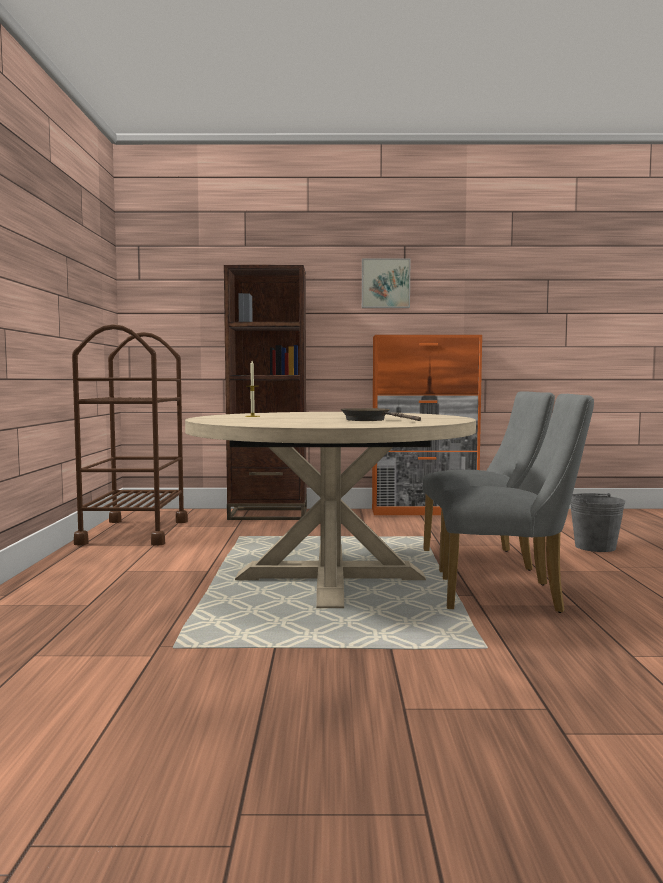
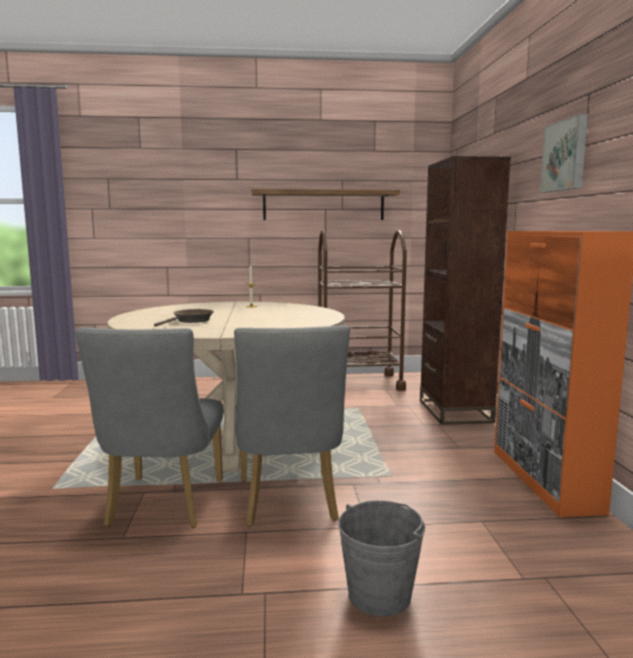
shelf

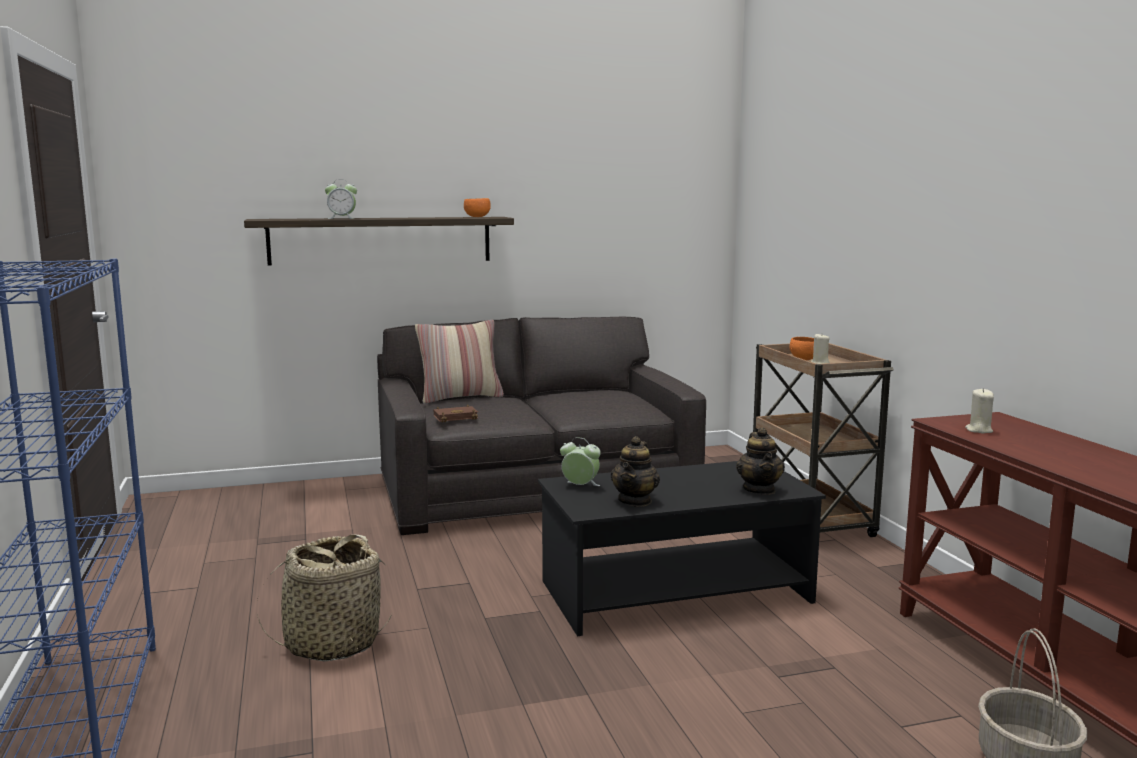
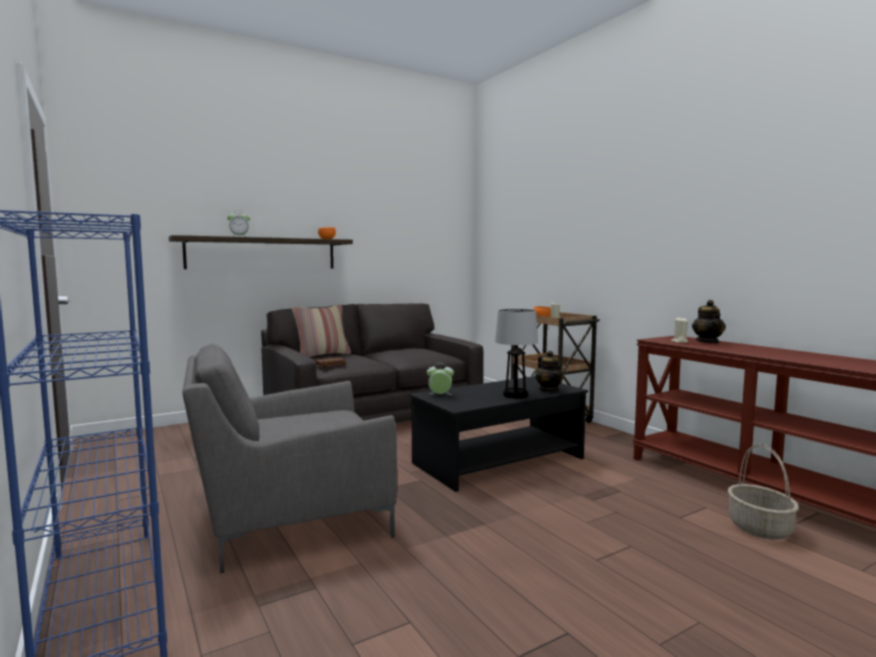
lounge chair in grey
table lamp
tea pot (2nd from left)

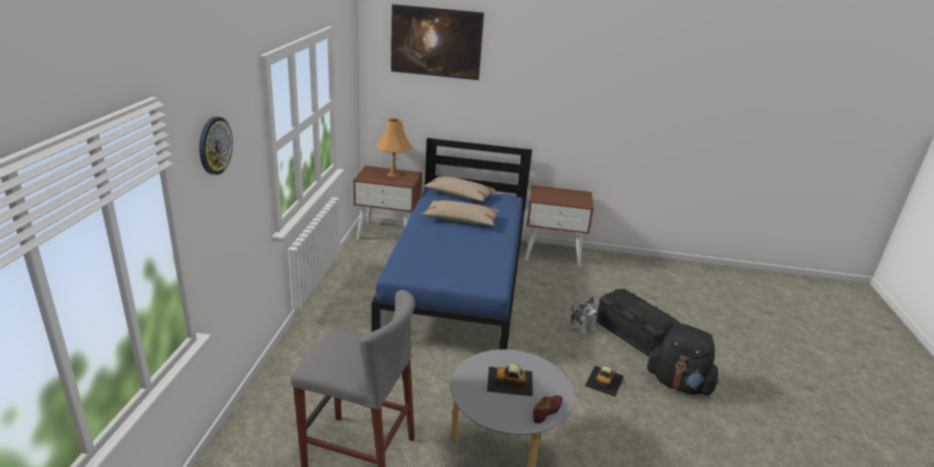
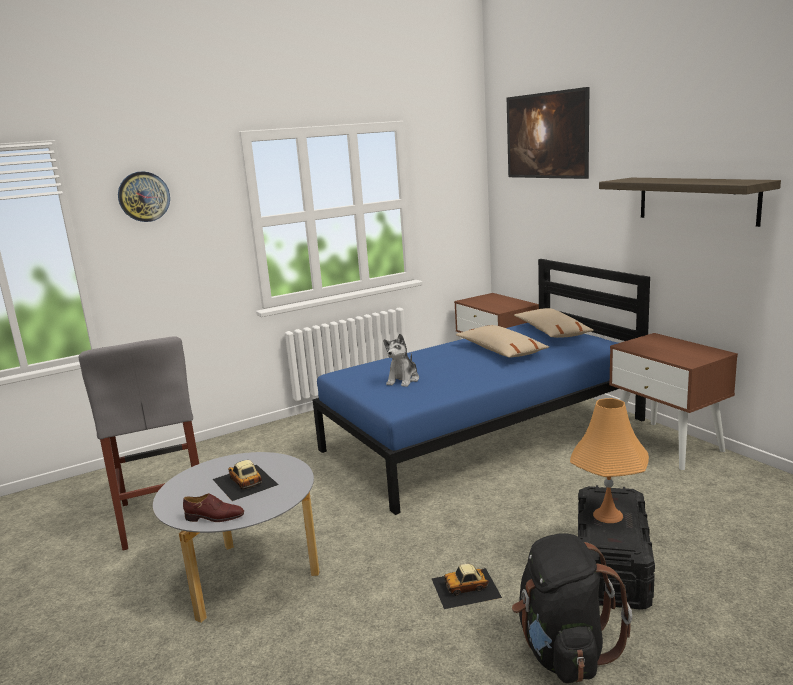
cuddly toy
table lamp in orangey
shelf

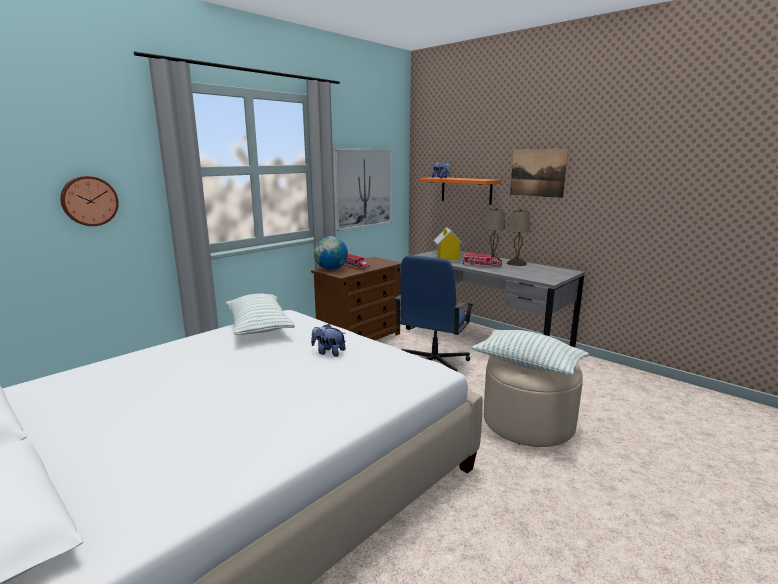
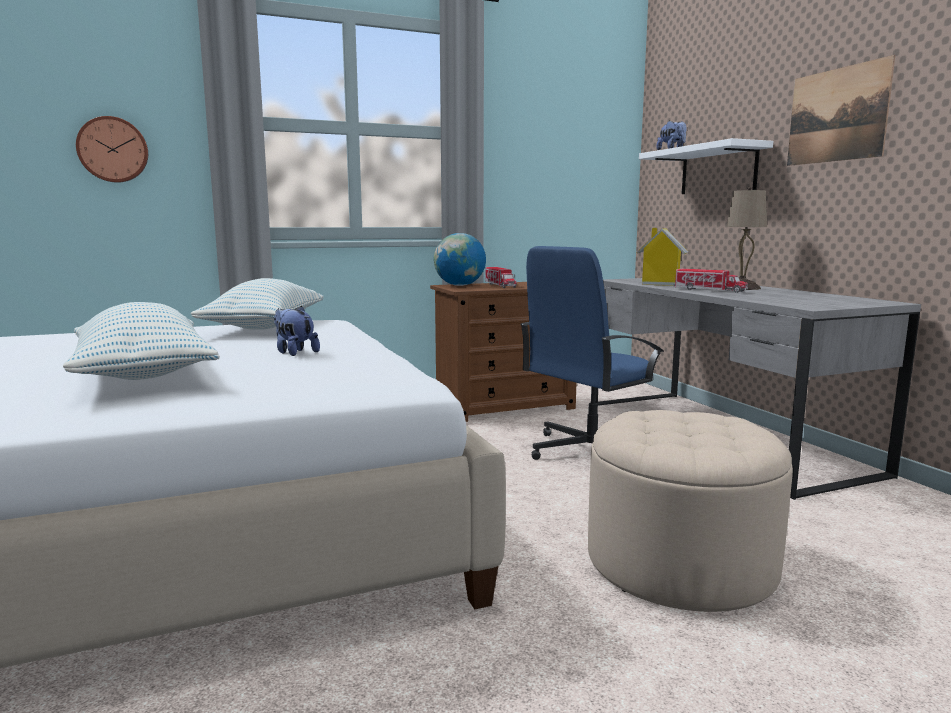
cushion (1st from left)
shelf in white-coloured
wall art (1st from left in the first image)
table lamp in sand-coloured (2nd from left in the first image)

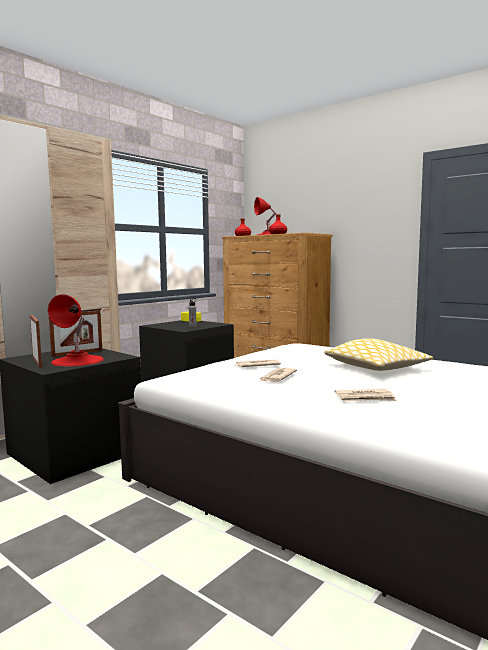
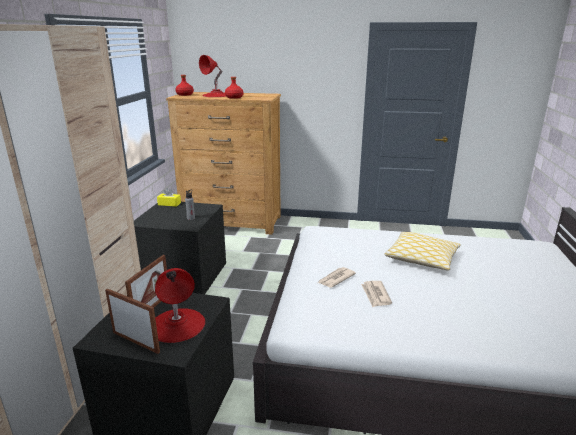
newspaper (3rd from left in the first image)

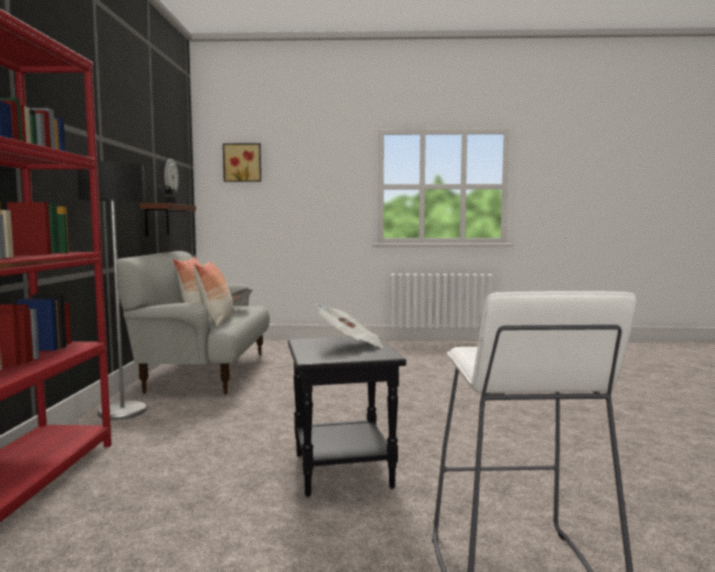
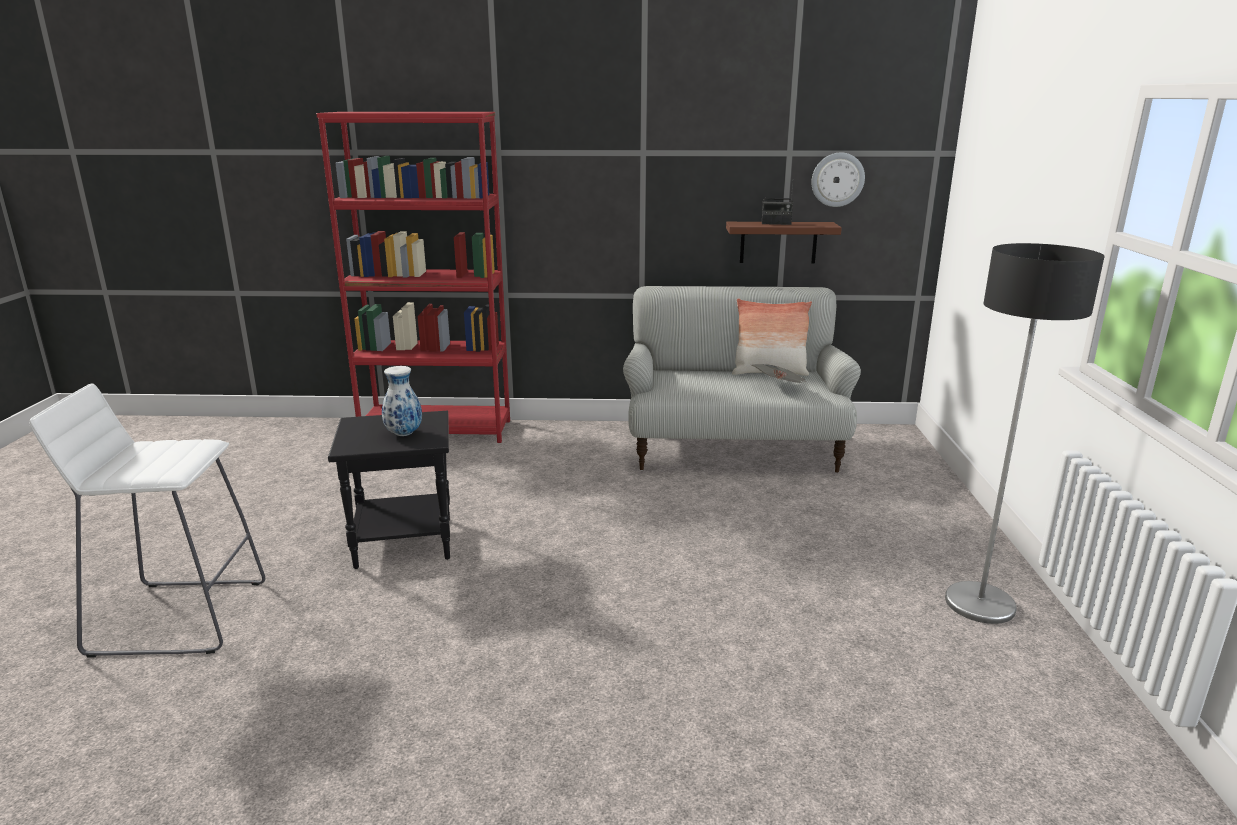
decorative vase
floor lamp
cushion (2nd from left in the first image)
wall art

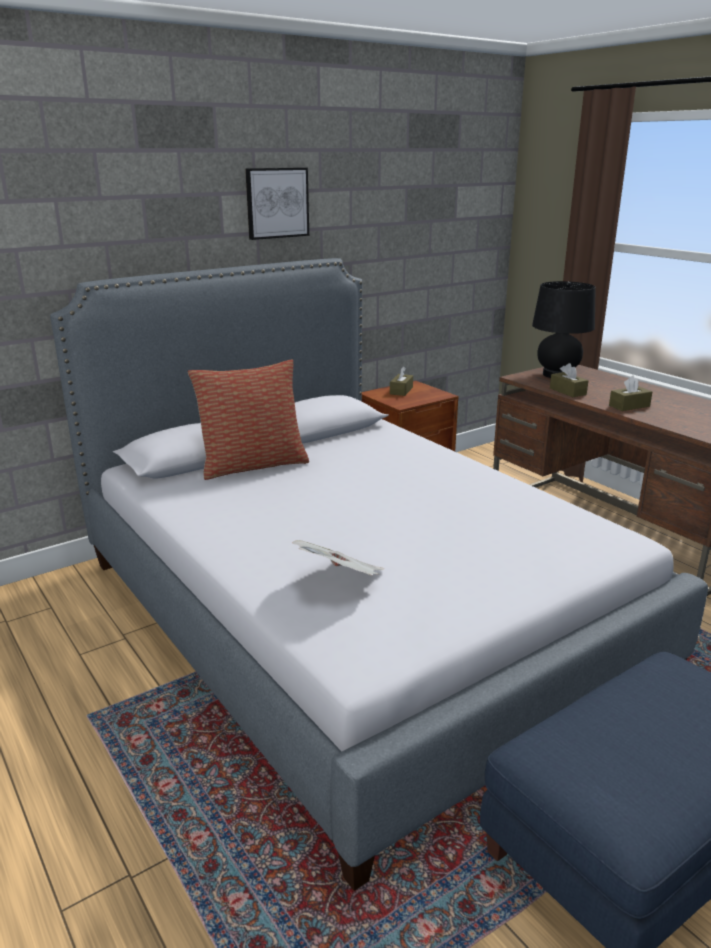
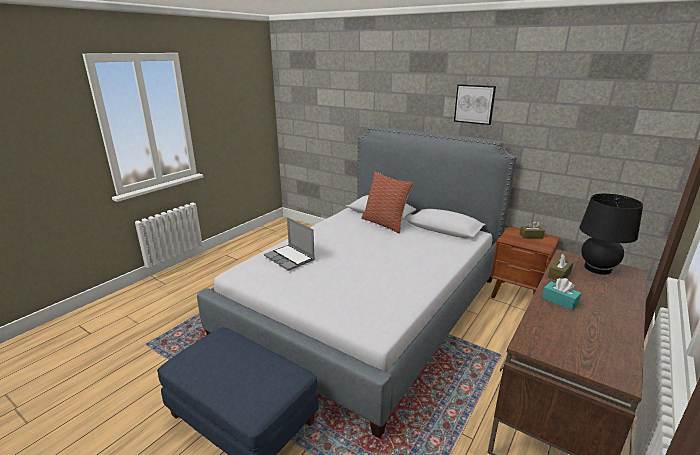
laptop
box of tissues in turquoise-coloured

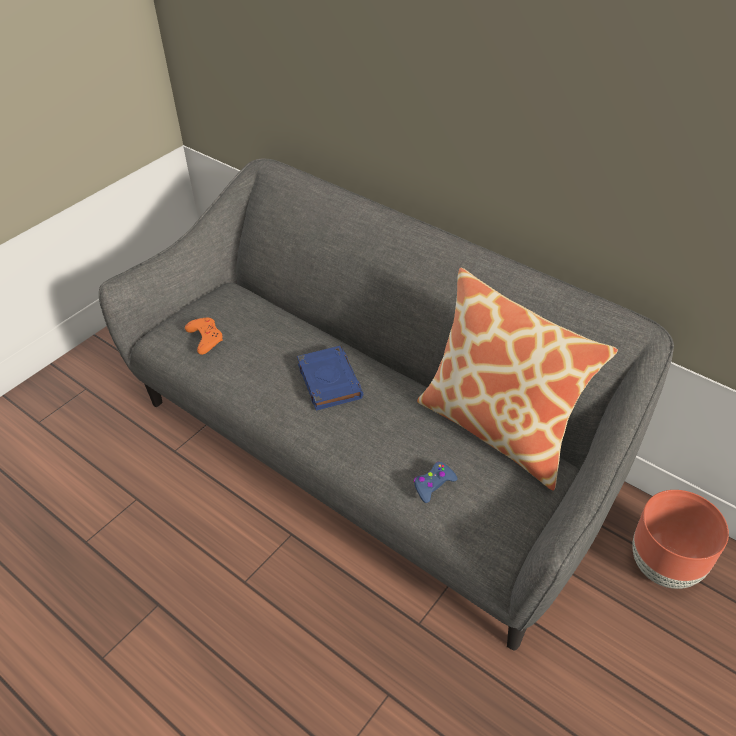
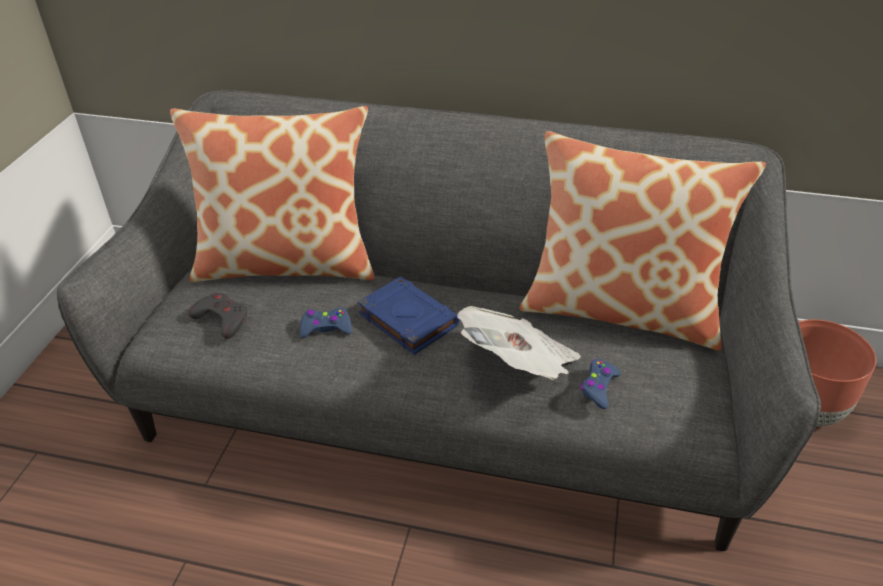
cushion (1st from left)
gamepad in grey
gamepad in bluish (1st from left)
newspaper

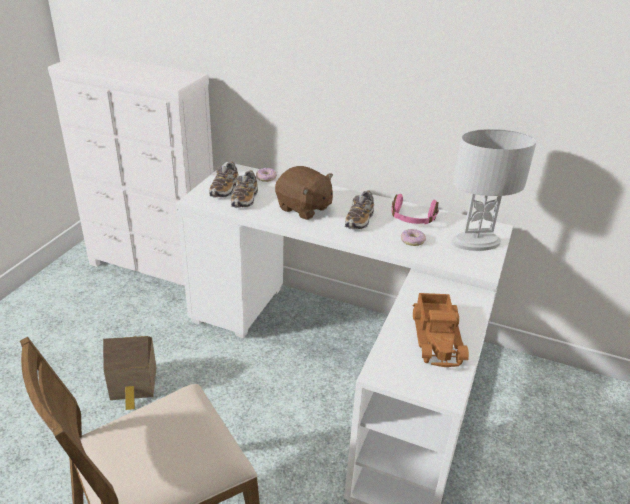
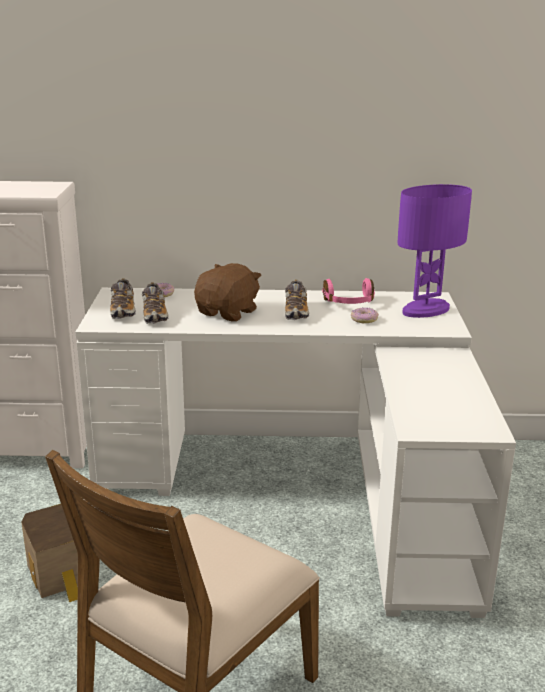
cuddly toy in brown-coloured
table lamp in purple
toy lorry

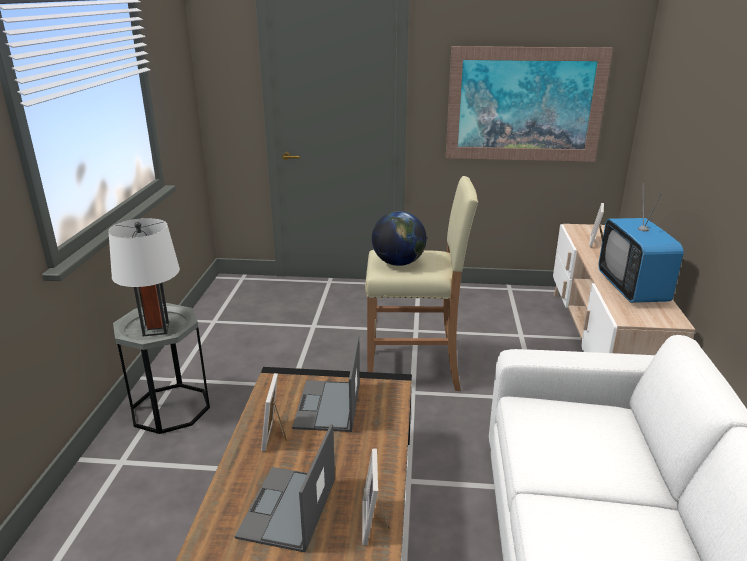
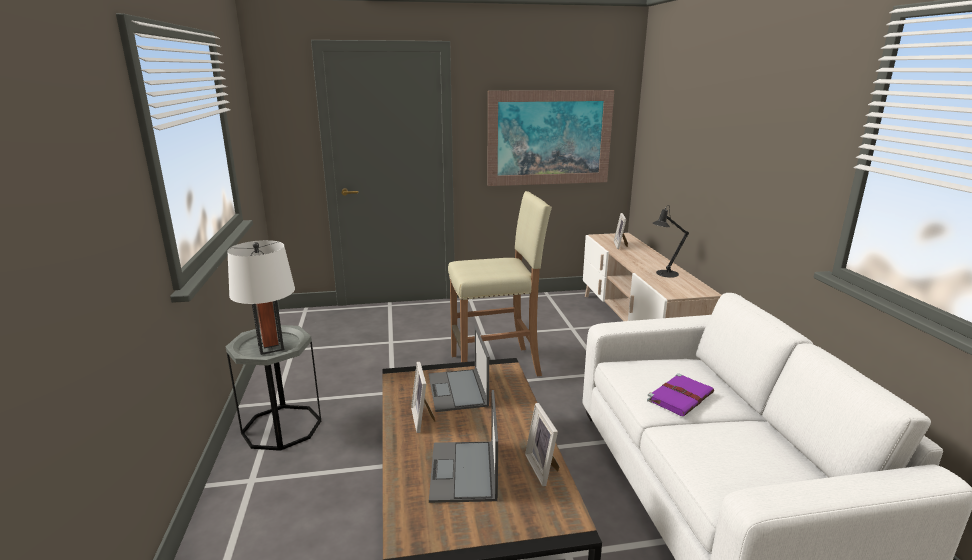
volume in purple
table lamp in black
desk globe

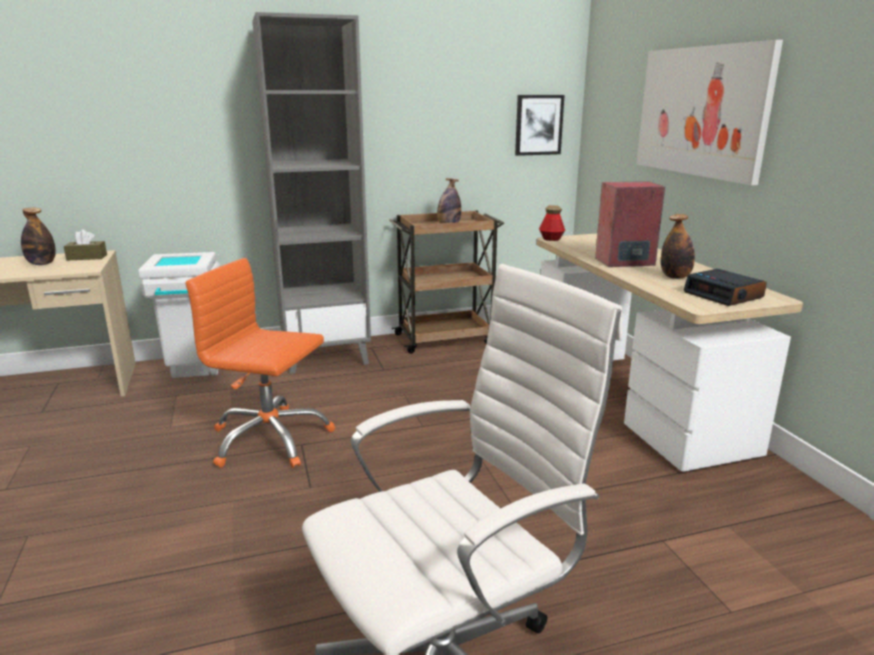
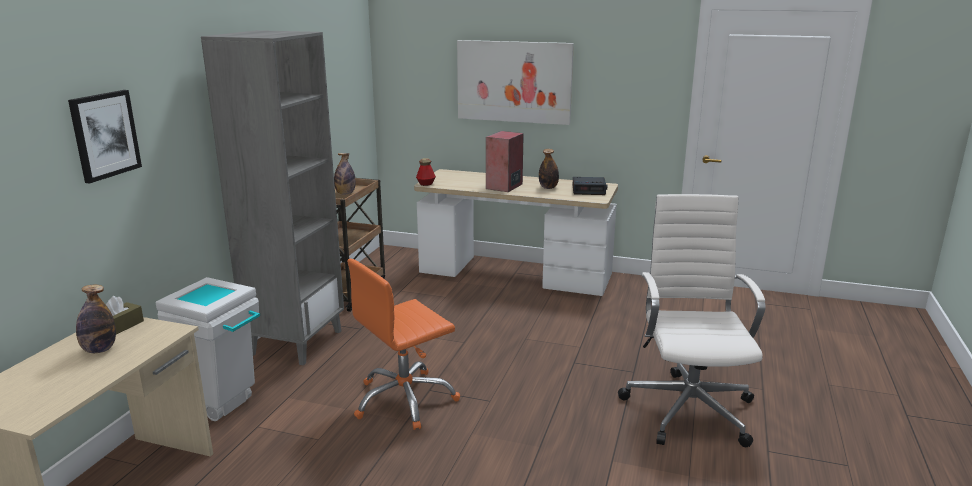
wall art (1st from left)

